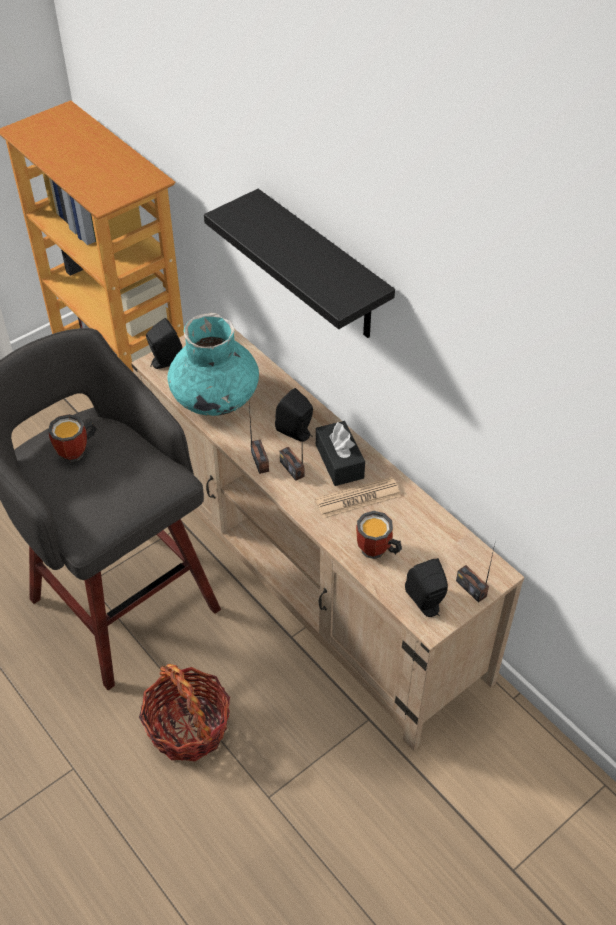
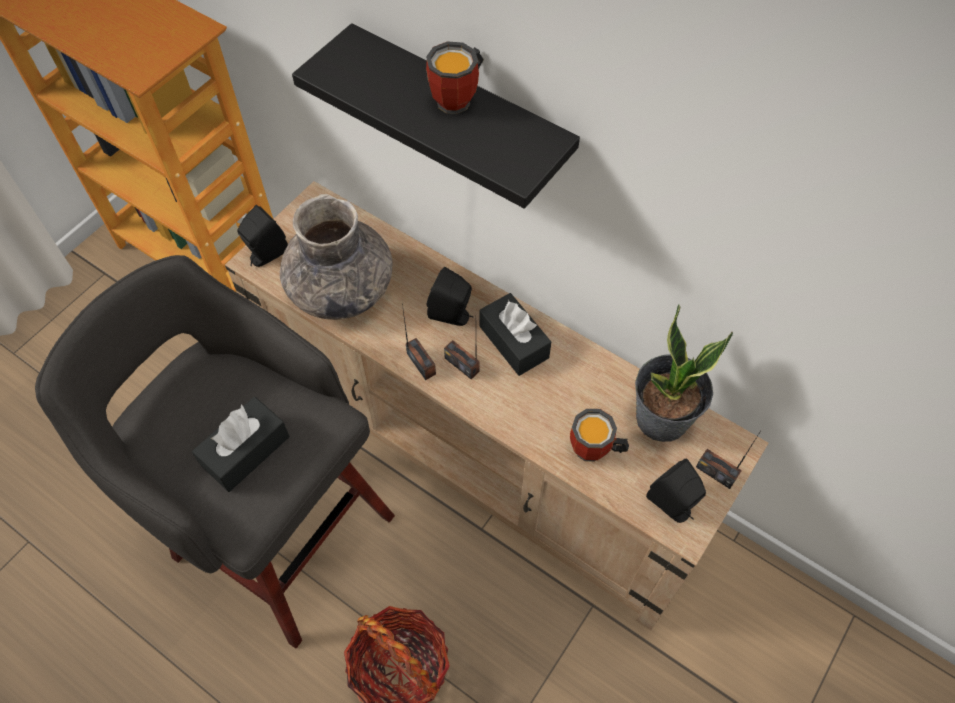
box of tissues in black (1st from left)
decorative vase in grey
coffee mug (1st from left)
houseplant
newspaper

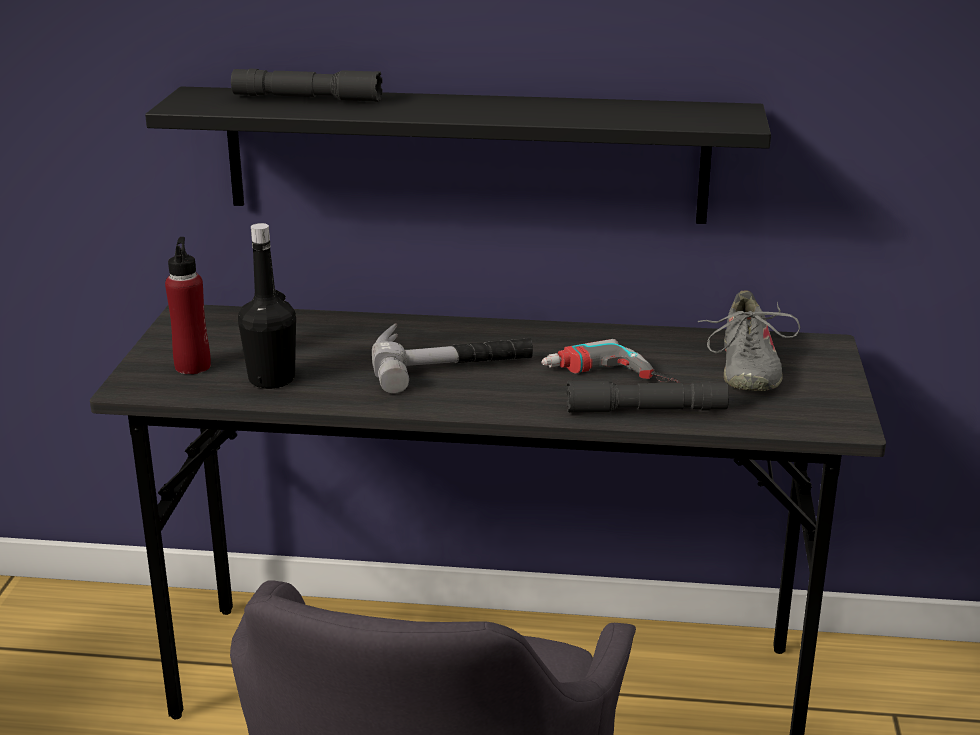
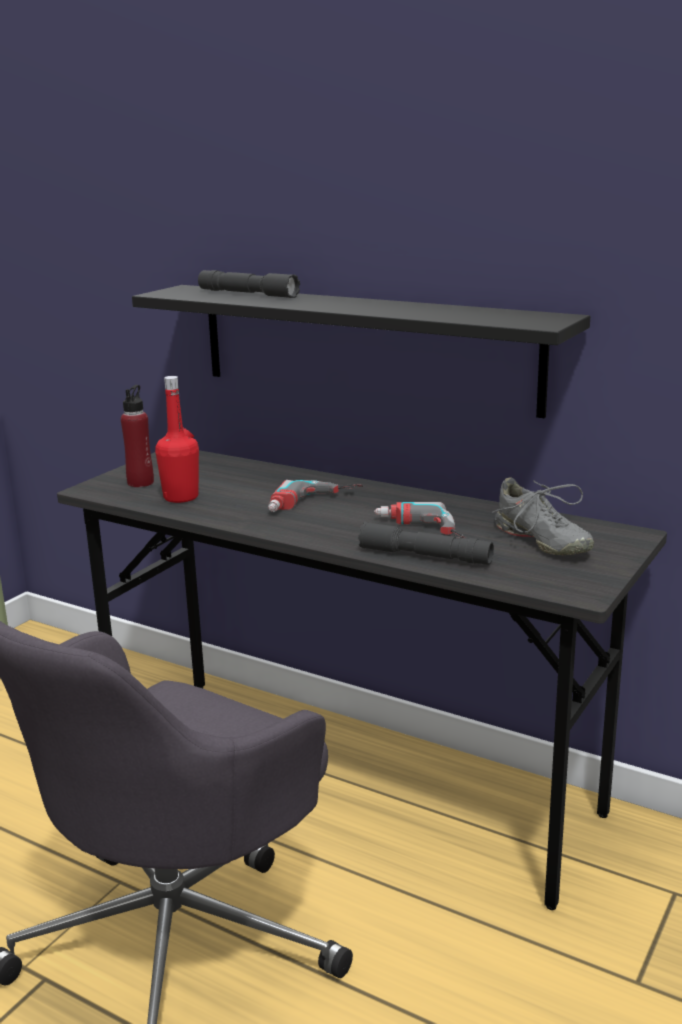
bottle in red (2nd from left)
drill (1st from left)
low shoe in grey

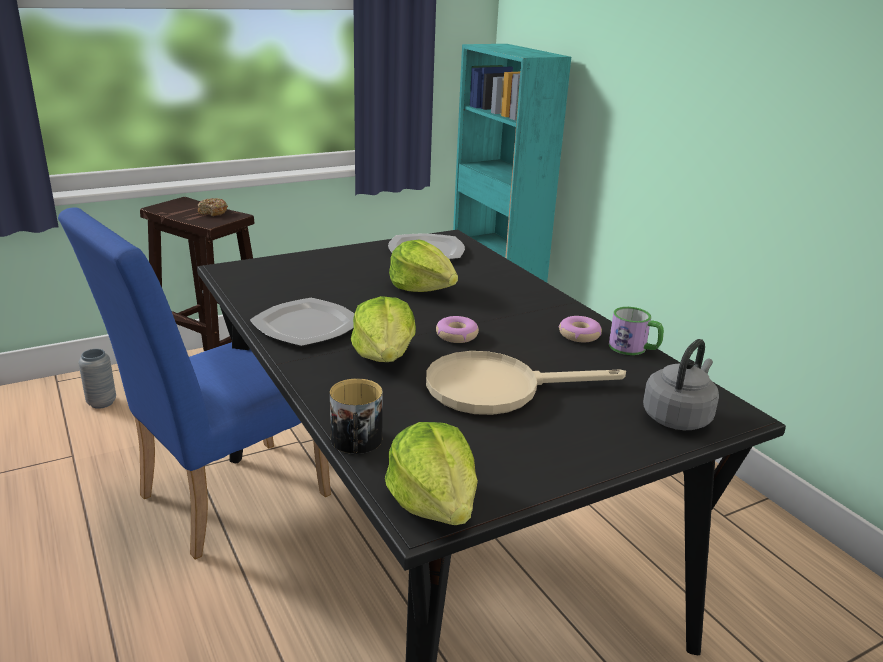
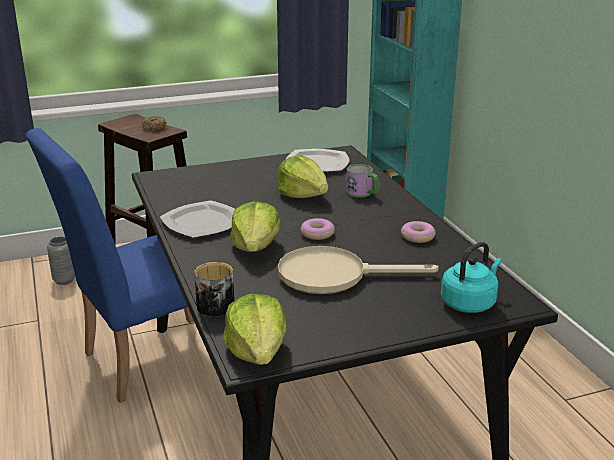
coffee mug (2nd from left)
water kettle in turquoise-coloured

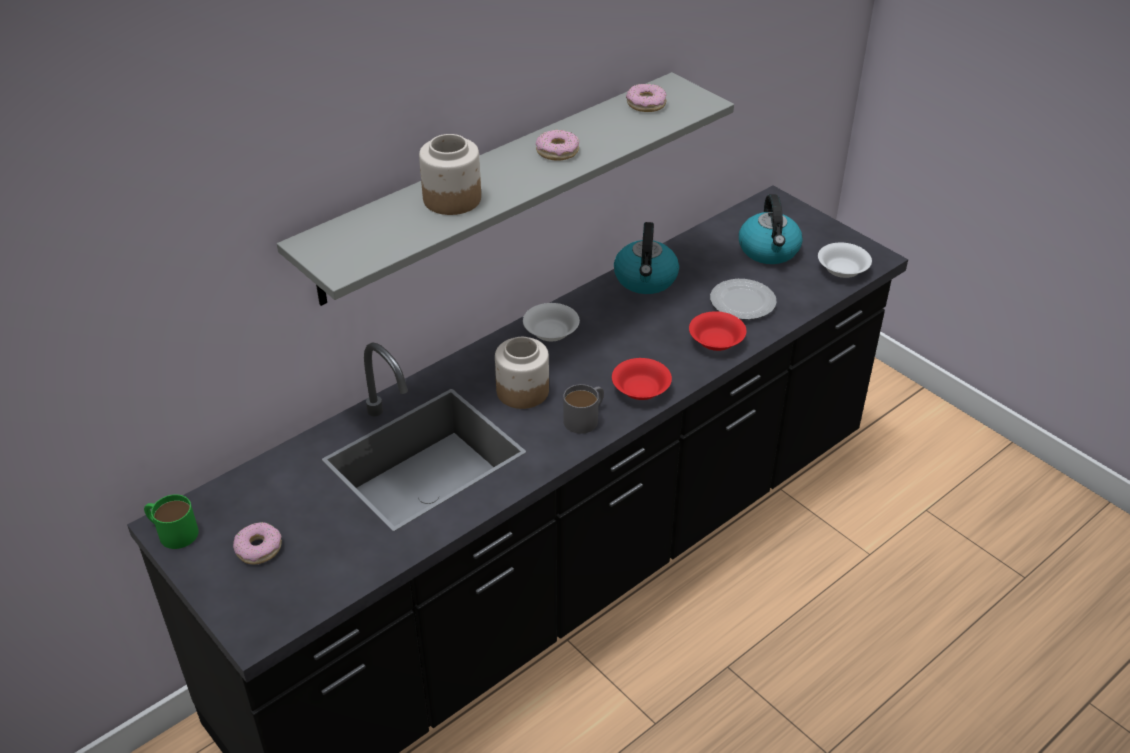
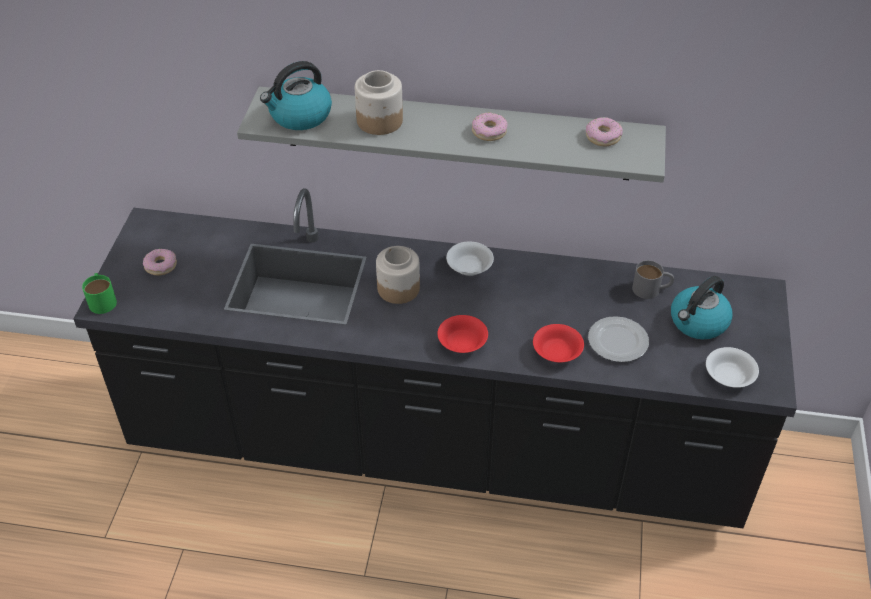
coffee mug in greenish
water kettle (1st from left)
coffee mug in grey

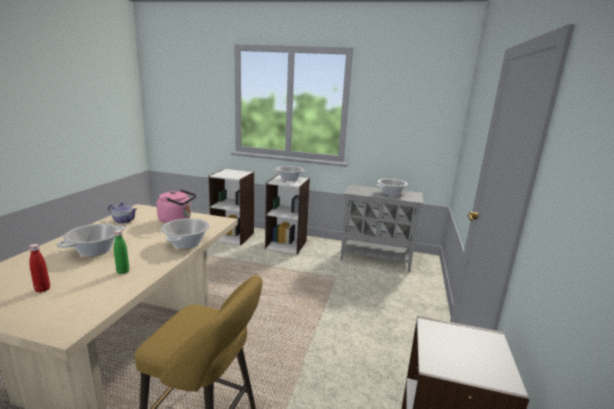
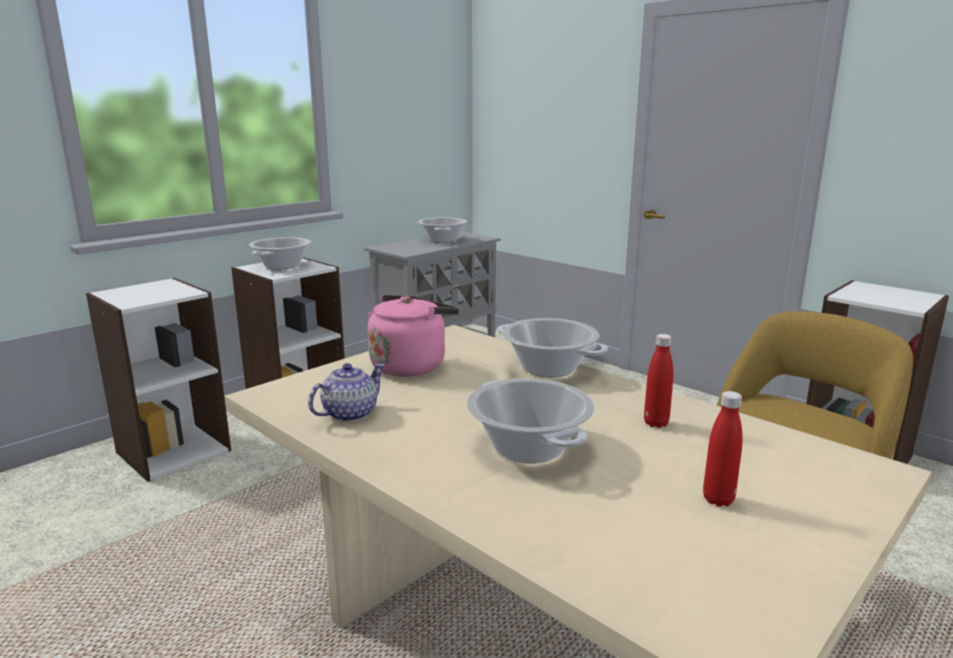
bottle in red (1st from left)

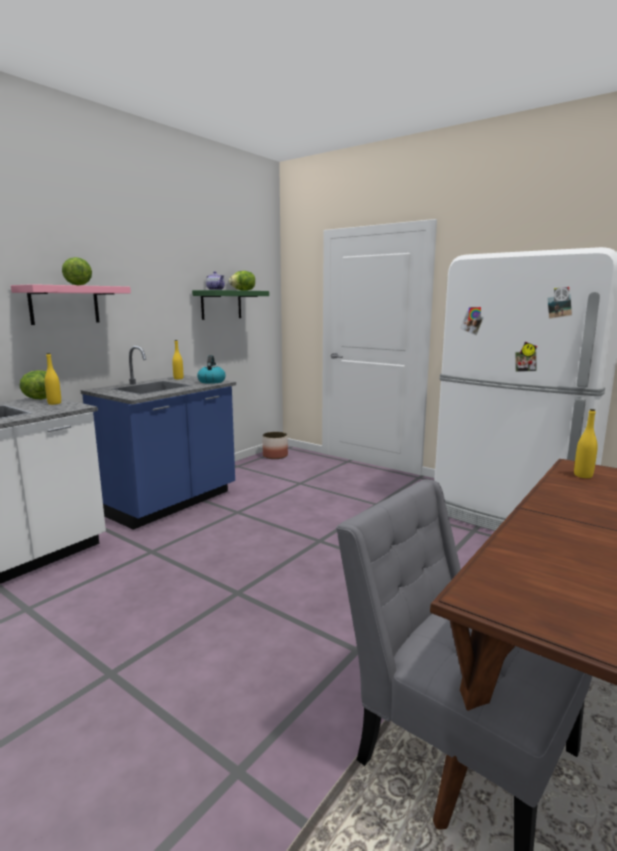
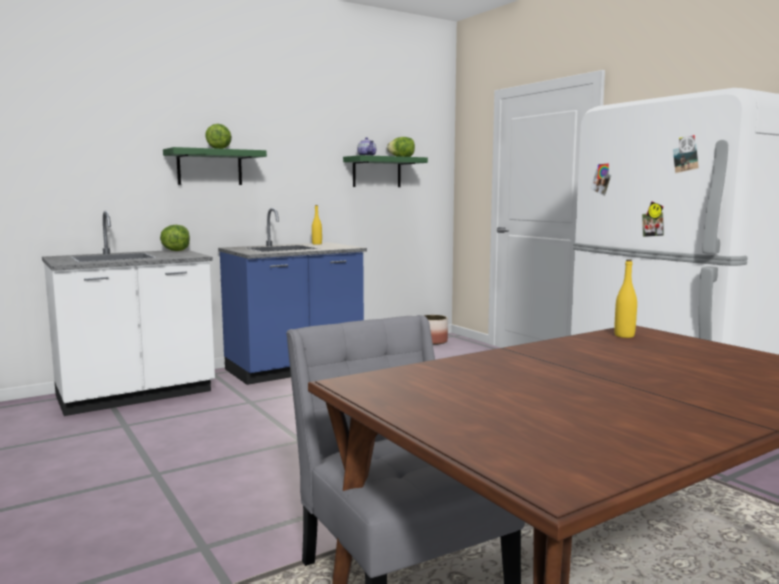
shelf in greenish (1st from left)
bottle in yellow (1st from left in the first image)
water kettle

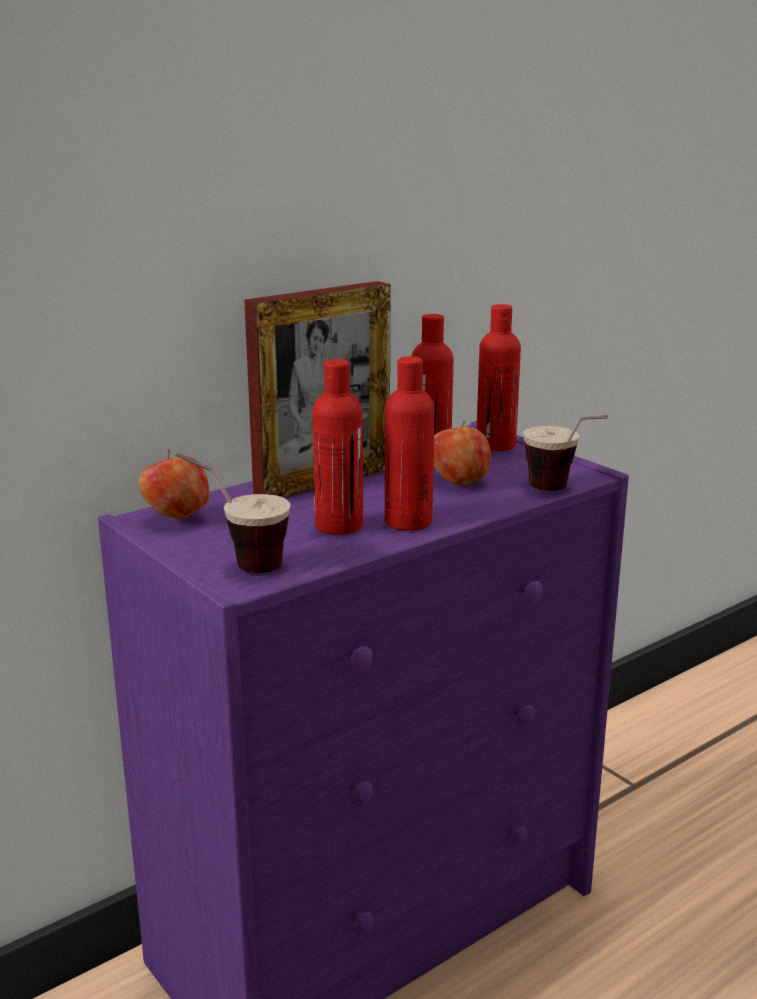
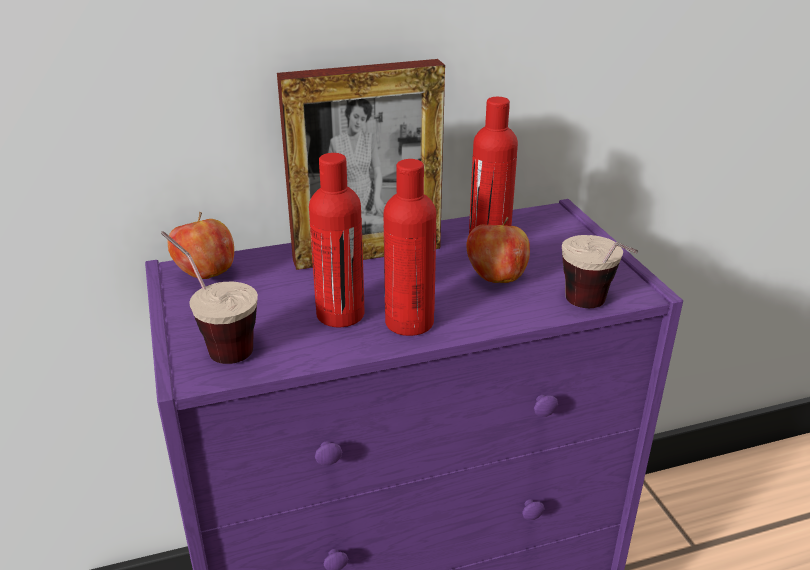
bottle in red (4th from left in the first image)

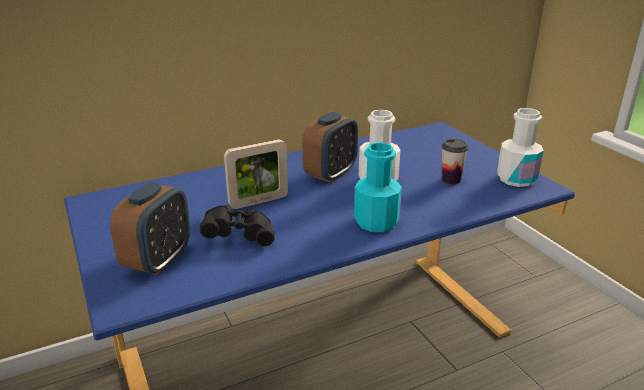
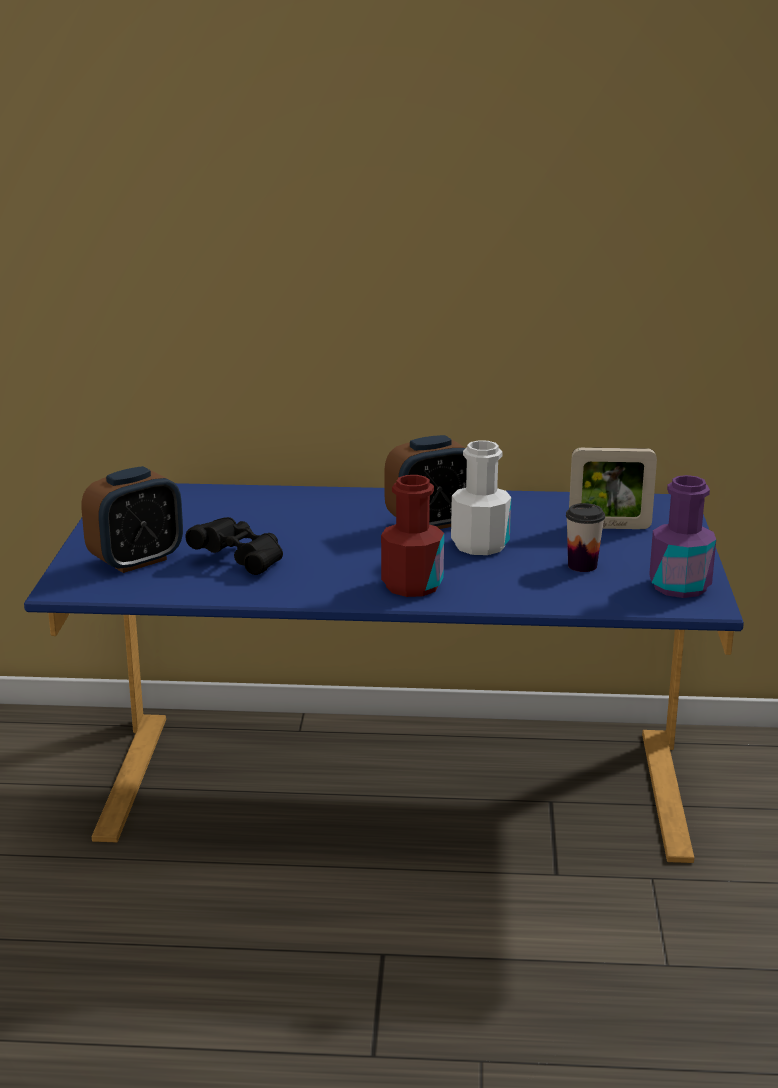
bottle in red
photo frame
bottle in purple

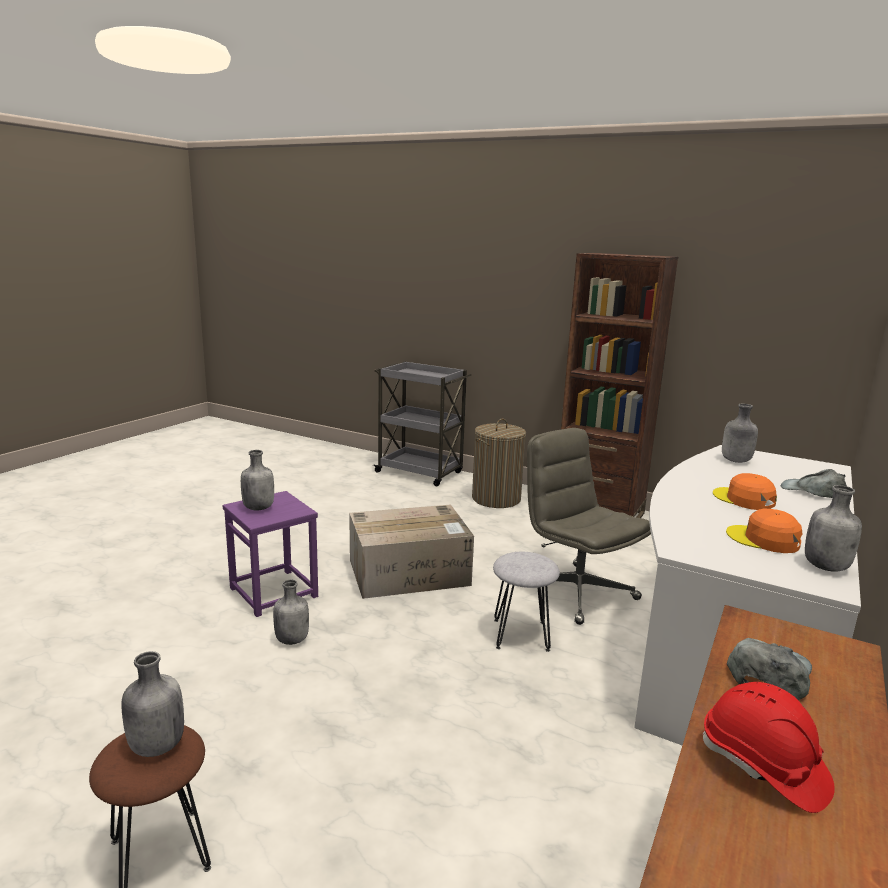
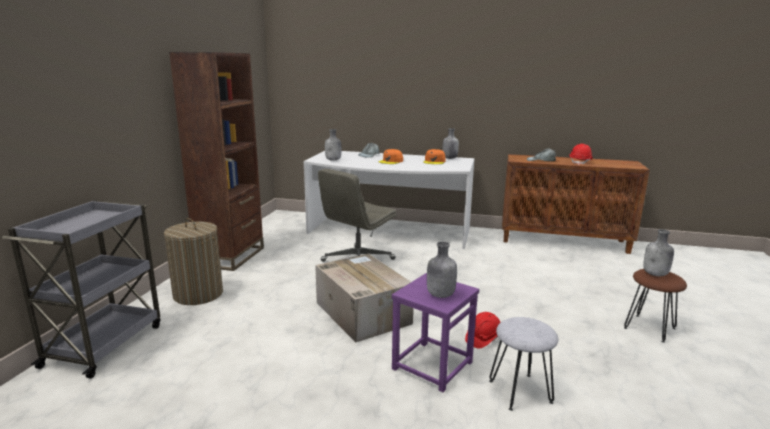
hard hat in red (1st from left)
stool seat in grey

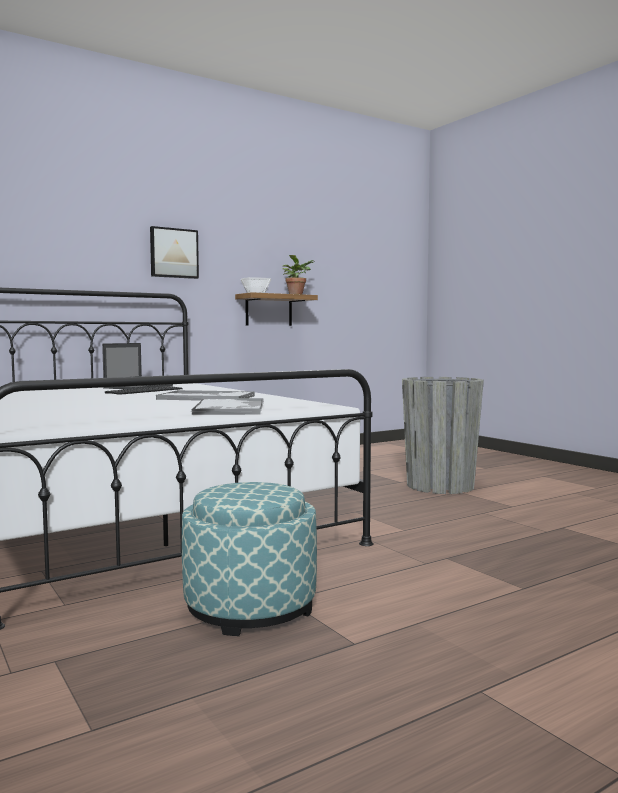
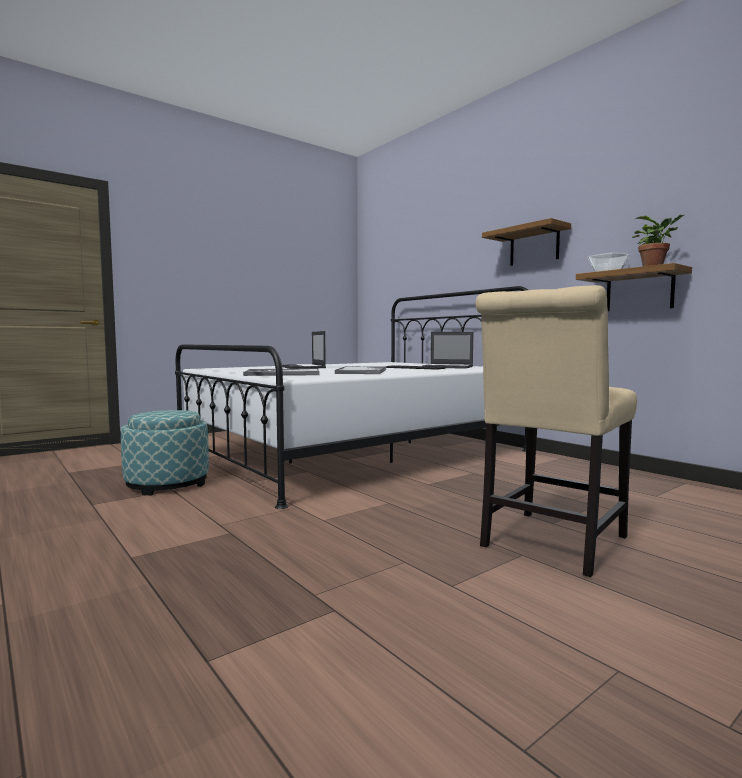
laptop (1st from left)
upright chair in sand-coloured
shelf (1st from left)

